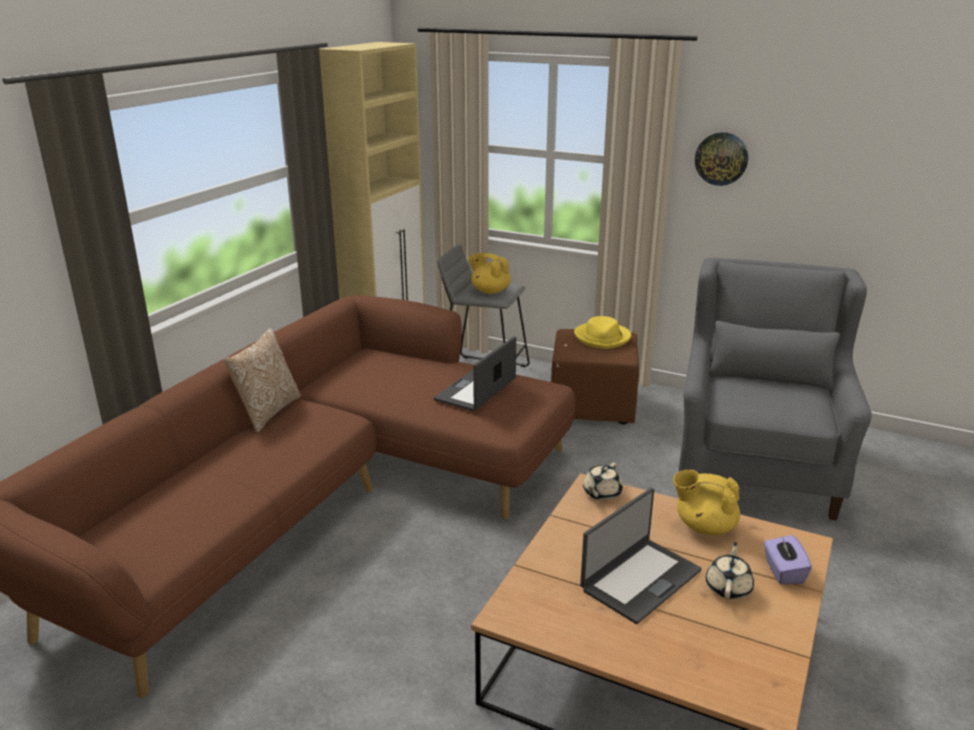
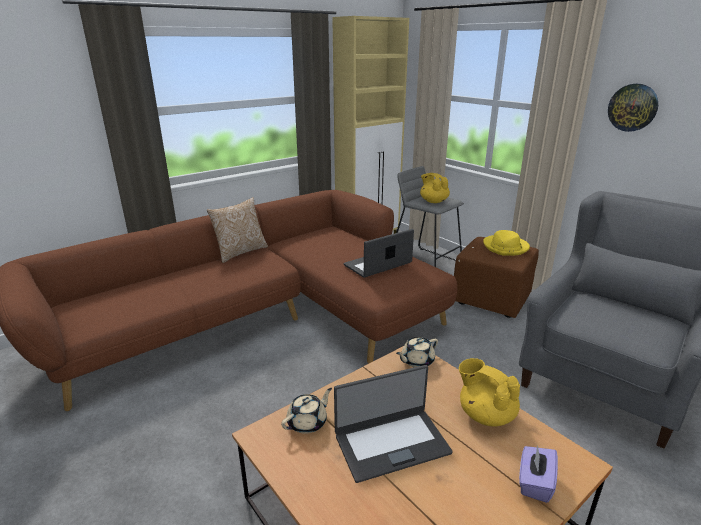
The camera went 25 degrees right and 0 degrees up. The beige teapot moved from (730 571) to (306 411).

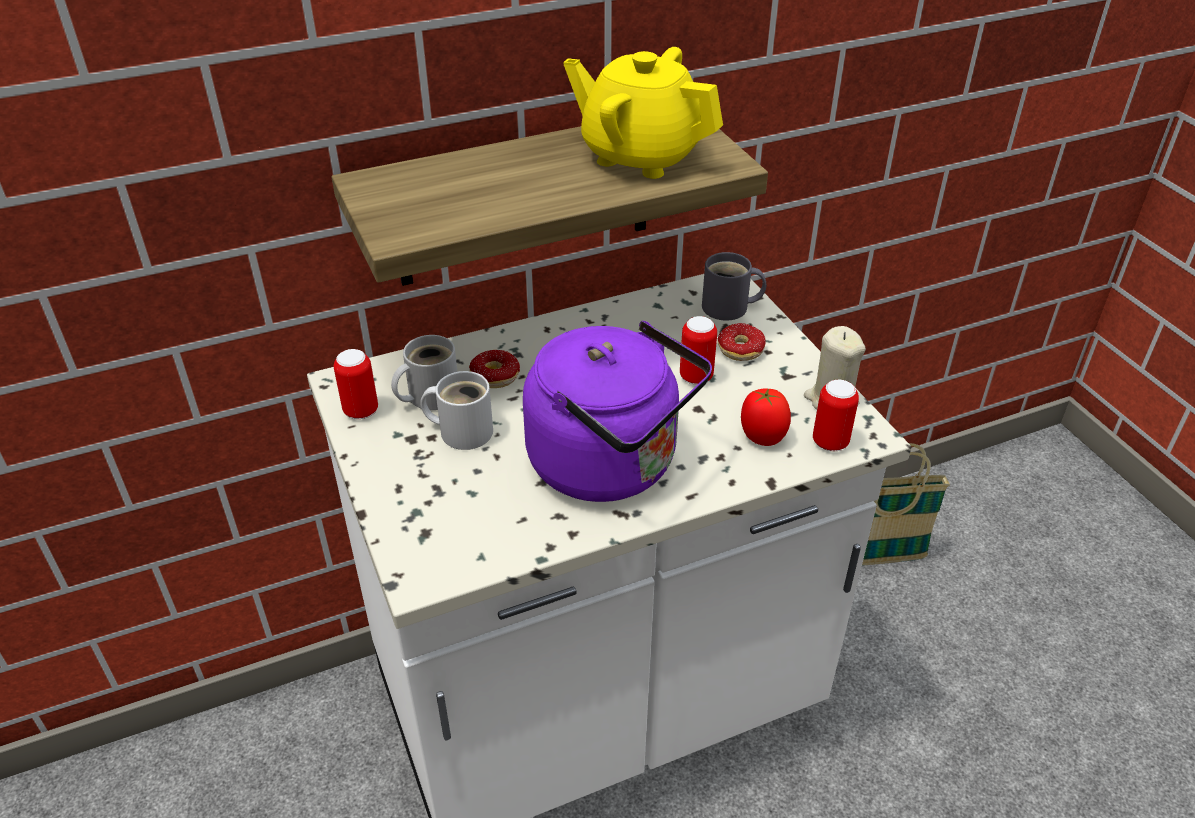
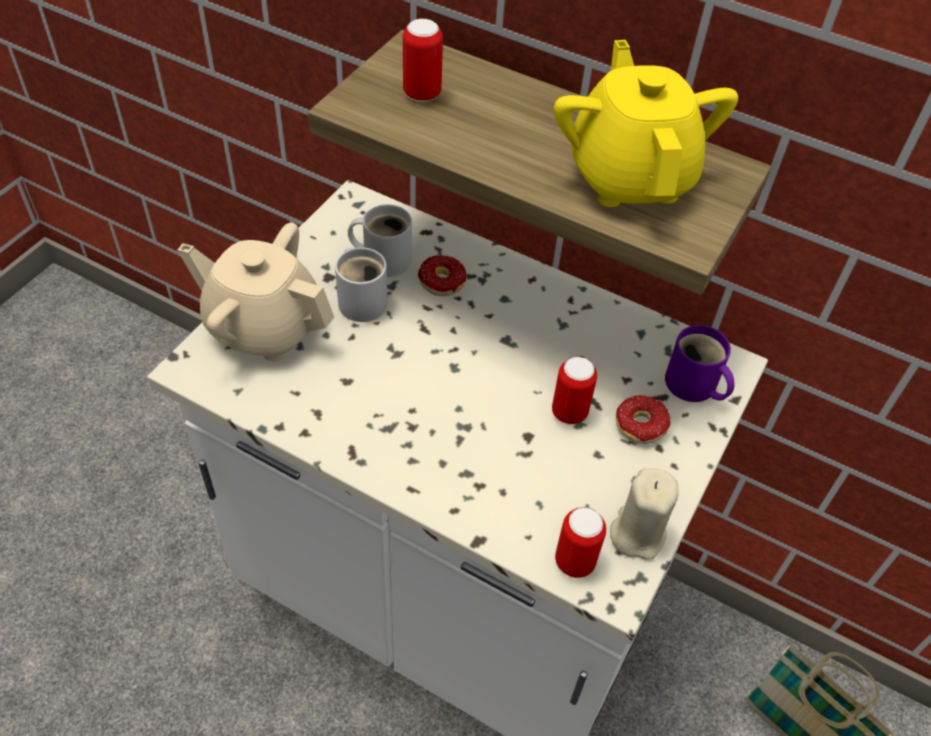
The camera went 50 degrees right and 10 degrees up. The beige teapot at (255 292) appeared. The can moved from (356 384) to (423 60). The grey mug at (734 286) became the purple mug at (700 363). The purple kettle at (617 411) disappeared. The tomato at (766 417) disappeared.

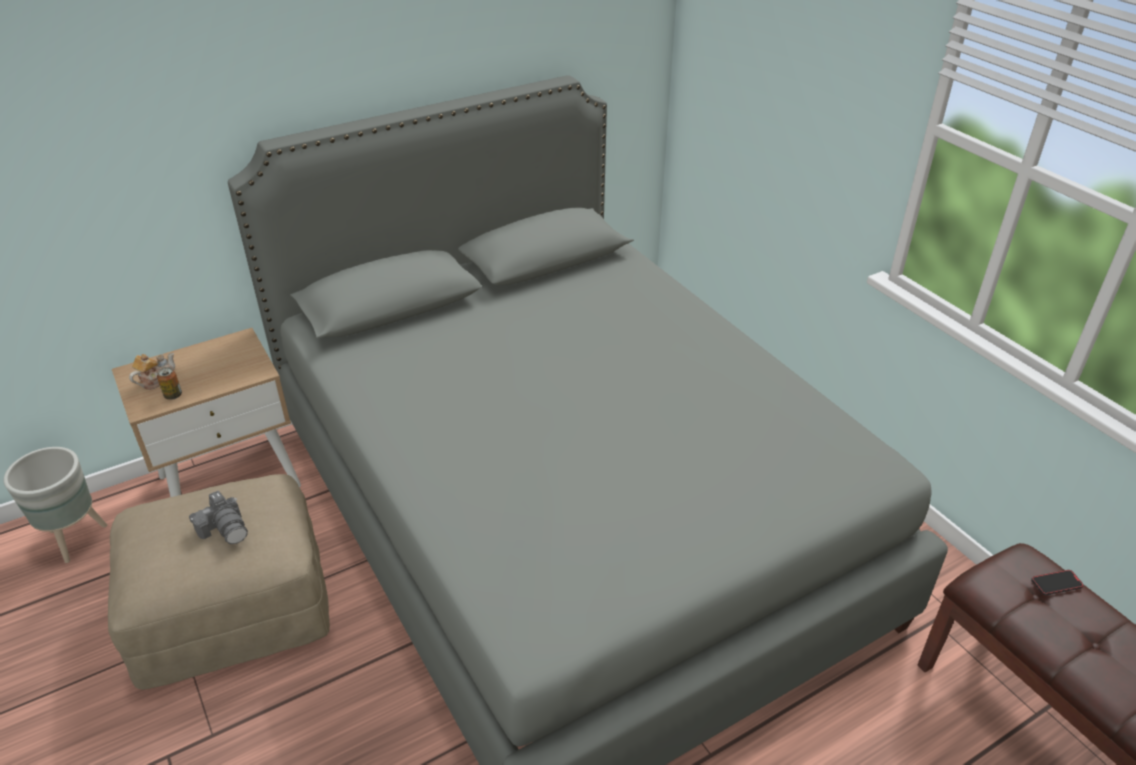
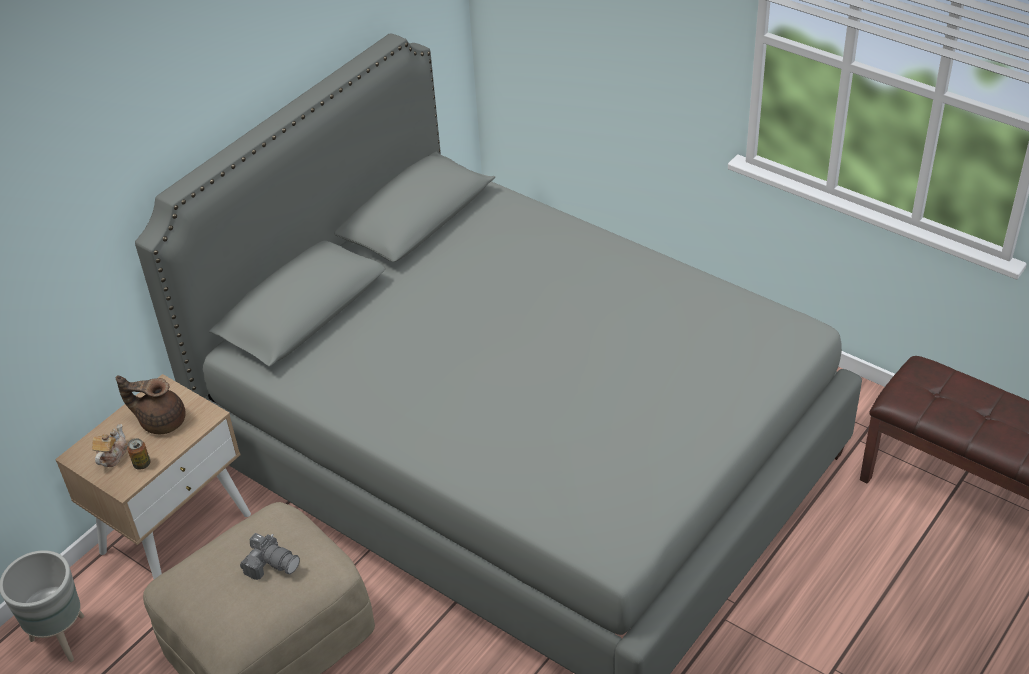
The camera went 20 degrees left and 5 degrees up. The brown teapot at (151 405) appeared. The phone at (1057 583) disappeared.

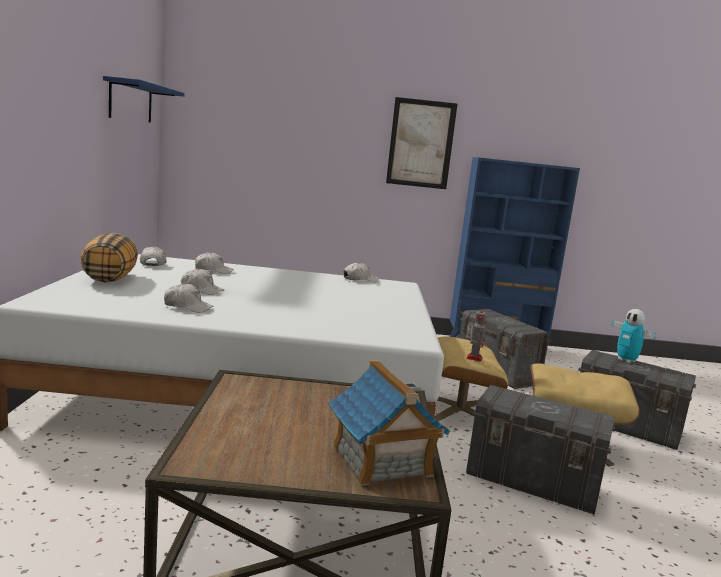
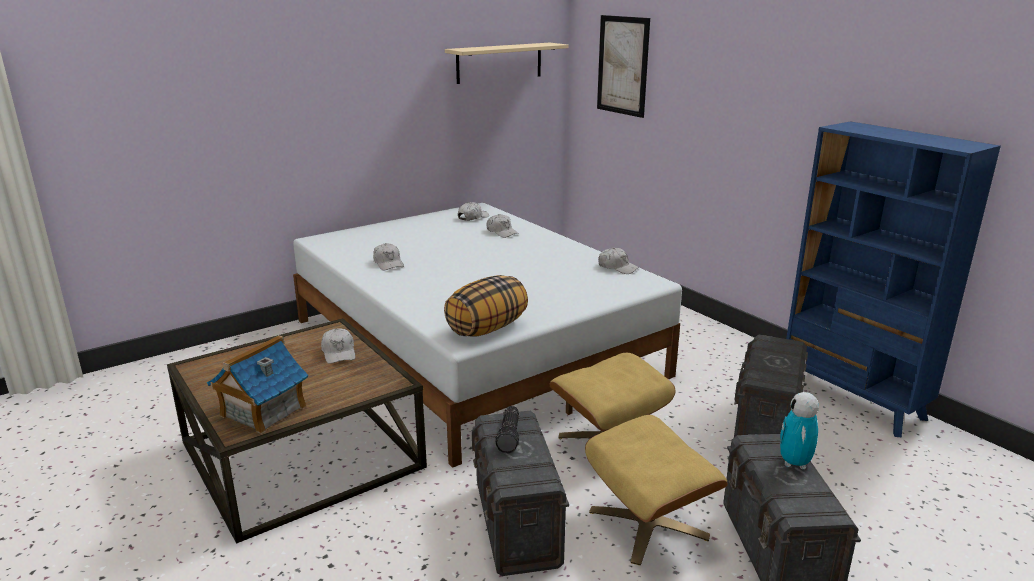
The camera went 55 degrees right and 10 degrees up. The white cap moved from (202 281) to (338 346). The pillow moved from (109 257) to (486 306). The blue shelf at (144 99) became the beige shelf at (506 63). The flashlight at (507 429) appeared. The picture moved from (421 143) to (623 66). The toy robot at (476 334) disappeared.

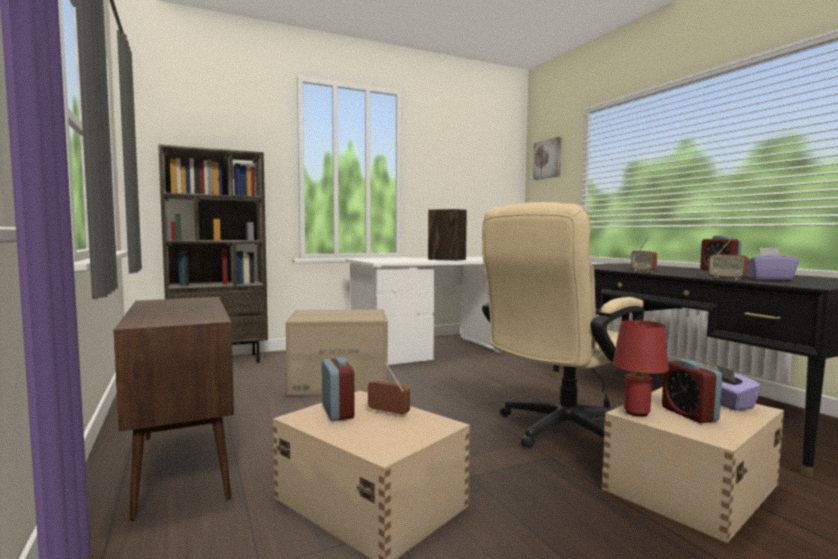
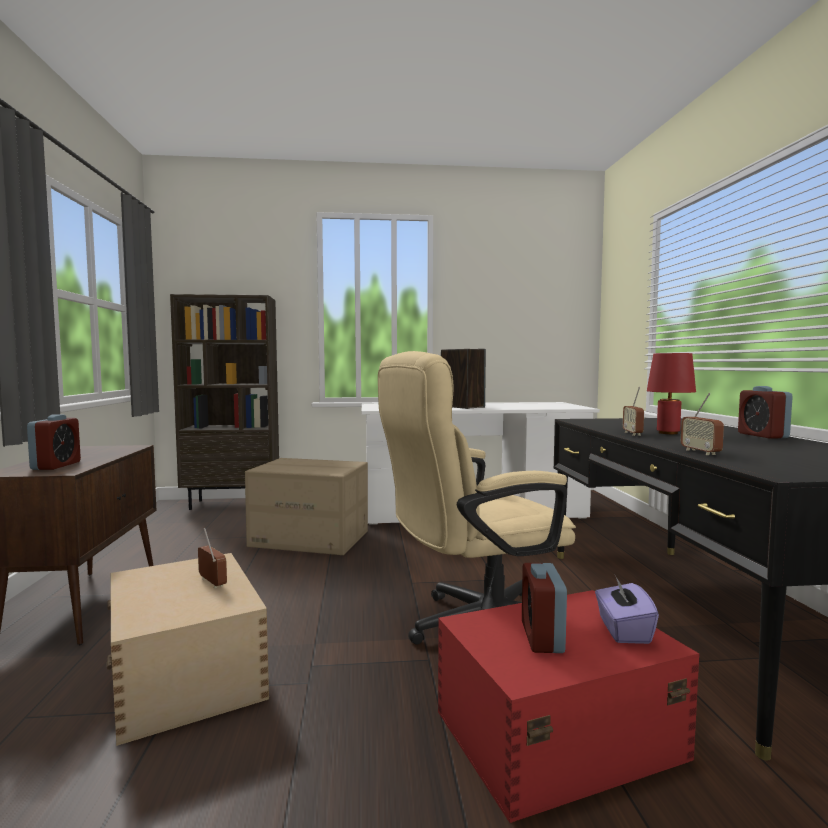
The camera went 20 degrees right and 0 degrees up. The alarm clock moved from (338 389) to (54 442). The beige storage box at (693 465) became the red storage box at (569 706). The red table lamp moved from (641 368) to (671 393). The picture at (547 158) disappeared. The purple tissue box at (773 263) disappeared.

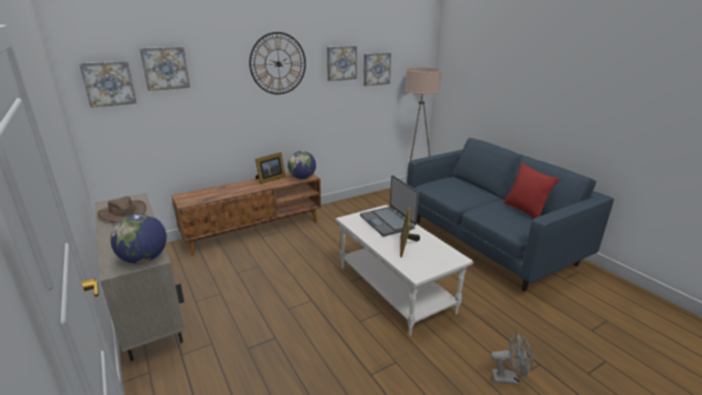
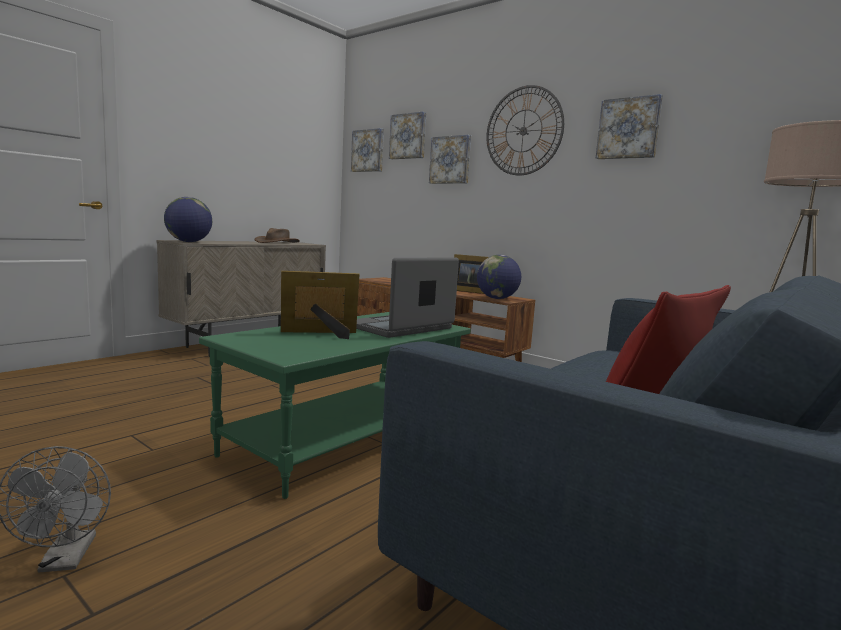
The camera went 70 degrees right and 15 degrees down. The white coffee table at (405 270) became the green coffee table at (335 405). The picture moved from (377 69) to (450 159).

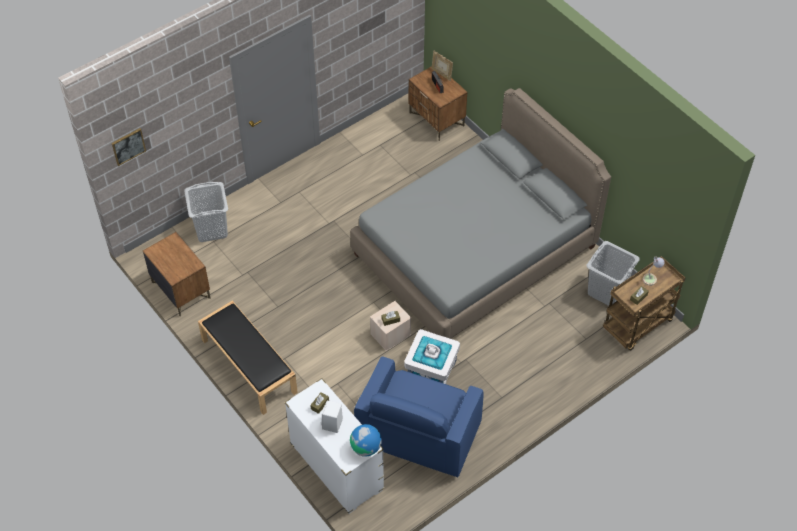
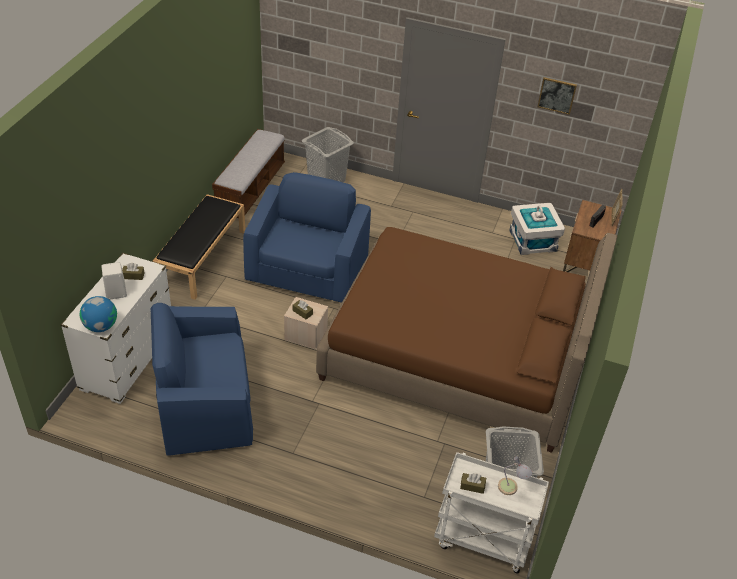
The camera went 55 degrees right and 10 degrees down. The brown nightstand at (176 274) was replaced by the bench at (248 173). The blue armchair at (307 237) appeared. The grey bed at (480 213) became the brown bed at (466 340). The brown cart at (644 303) became the white cart at (491 512). The white storage box moved from (432 356) to (537 229). The picture moved from (129 147) to (557 96).

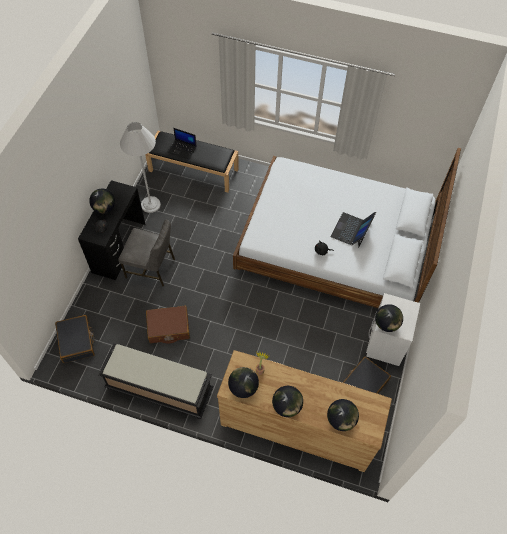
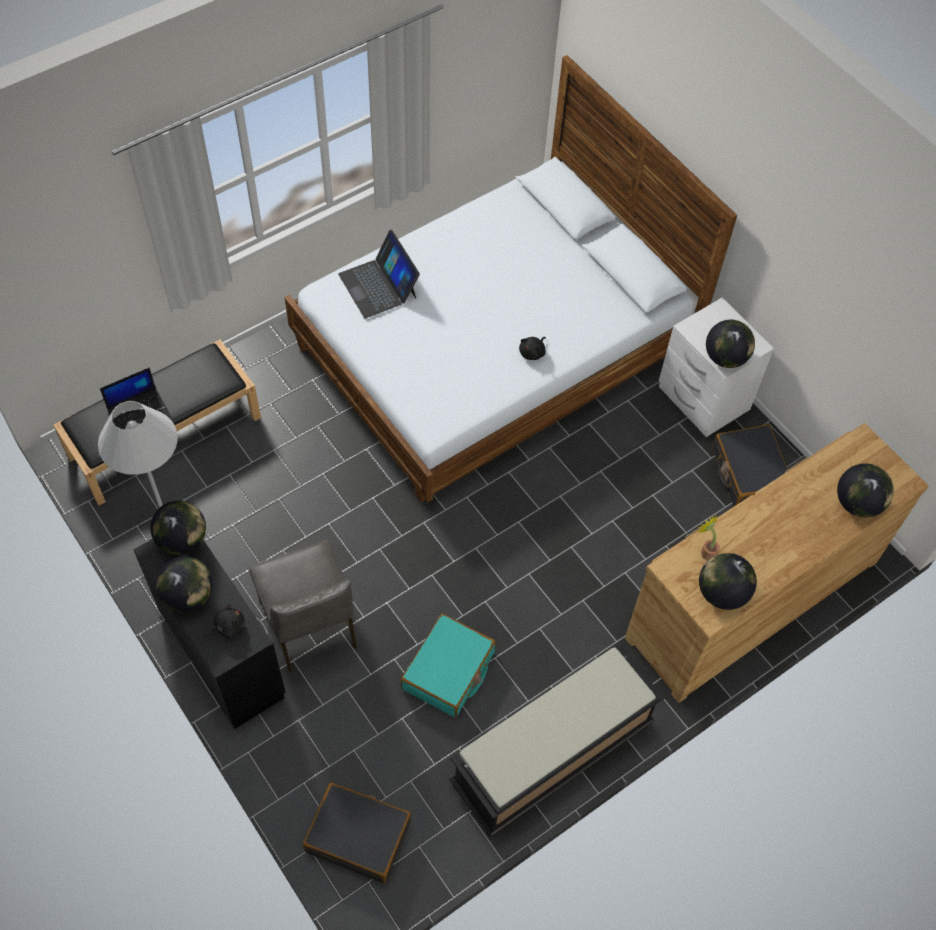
The camera went 55 degrees left and 0 degrees up. The globe moved from (287 401) to (178 527). The grey chair at (146 253) turned 105 degrees clockwise. The laptop moved from (353 230) to (379 274). The brown suitcase at (168 324) became the turquoise suitcase at (448 665).

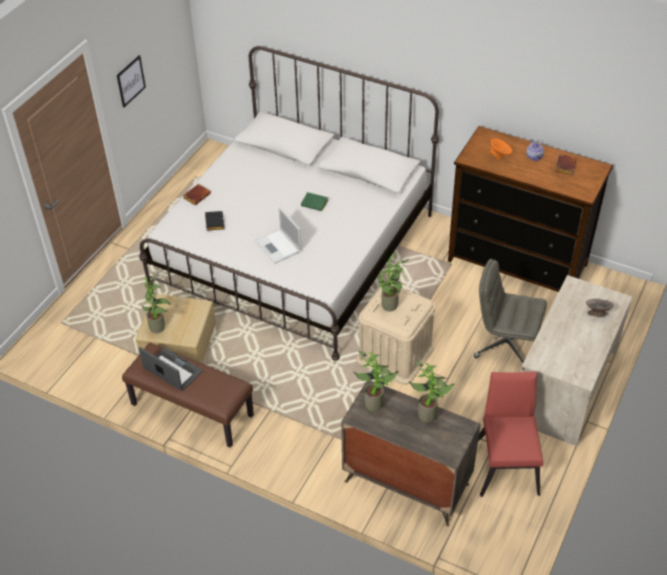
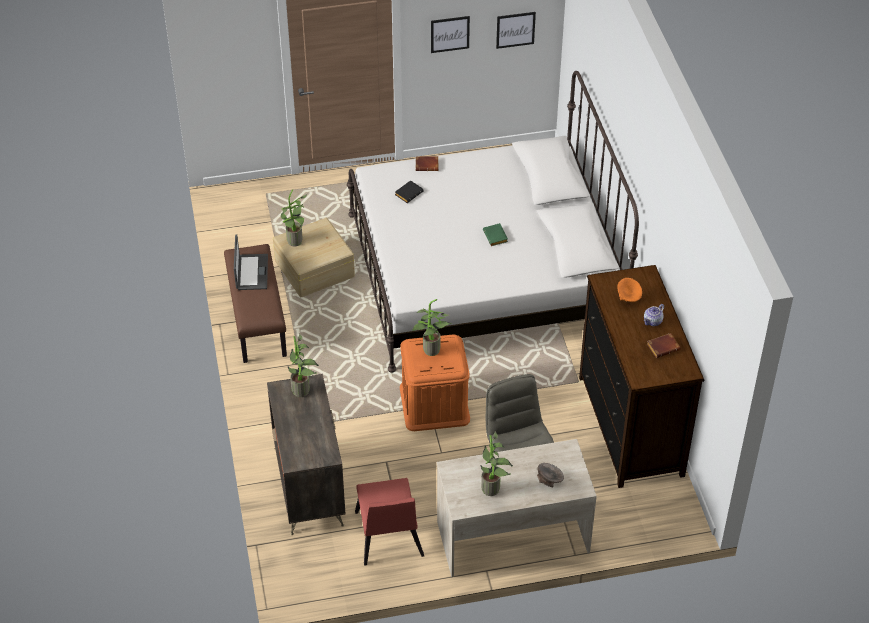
The camera went 50 degrees right and 0 degrees up. The red chair at (511 434) turned 120 degrees clockwise. The beige storage box at (396 334) became the orange storage box at (435 383). The potted plant moved from (432 391) to (496 463). The picture at (516 30) appeared. The laptop at (278 235) disappeared.

